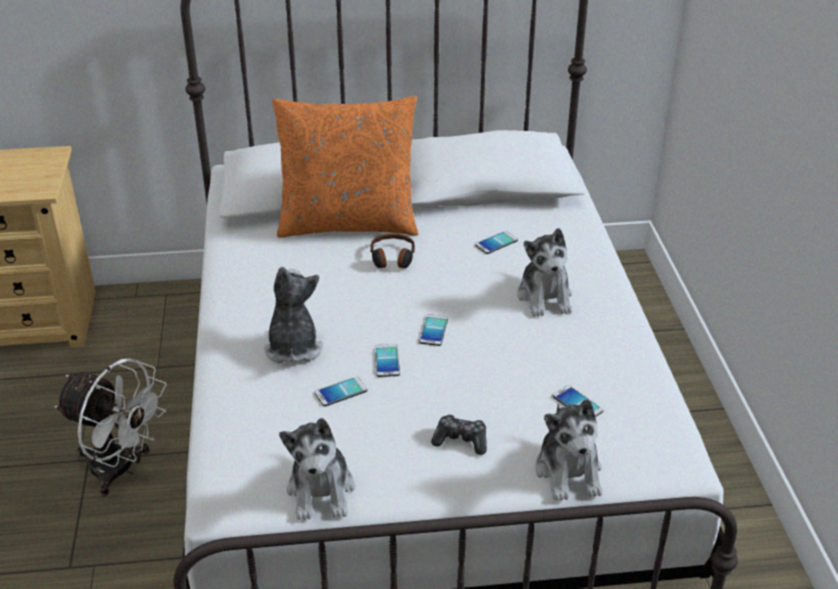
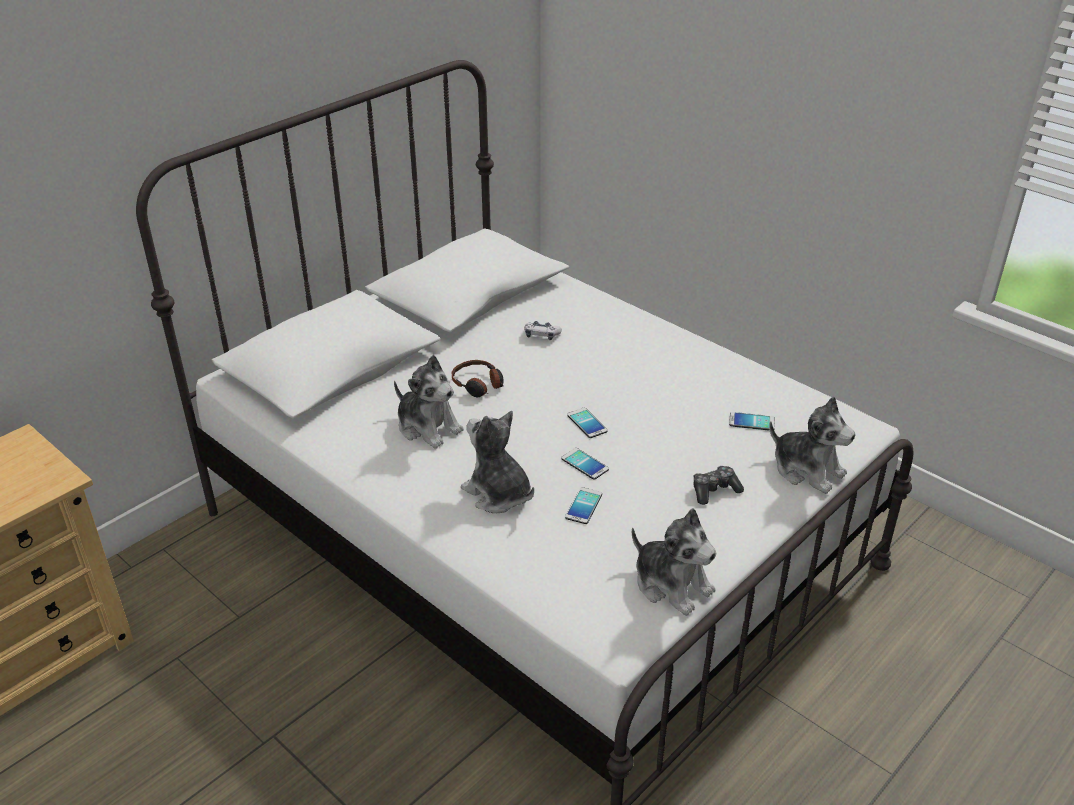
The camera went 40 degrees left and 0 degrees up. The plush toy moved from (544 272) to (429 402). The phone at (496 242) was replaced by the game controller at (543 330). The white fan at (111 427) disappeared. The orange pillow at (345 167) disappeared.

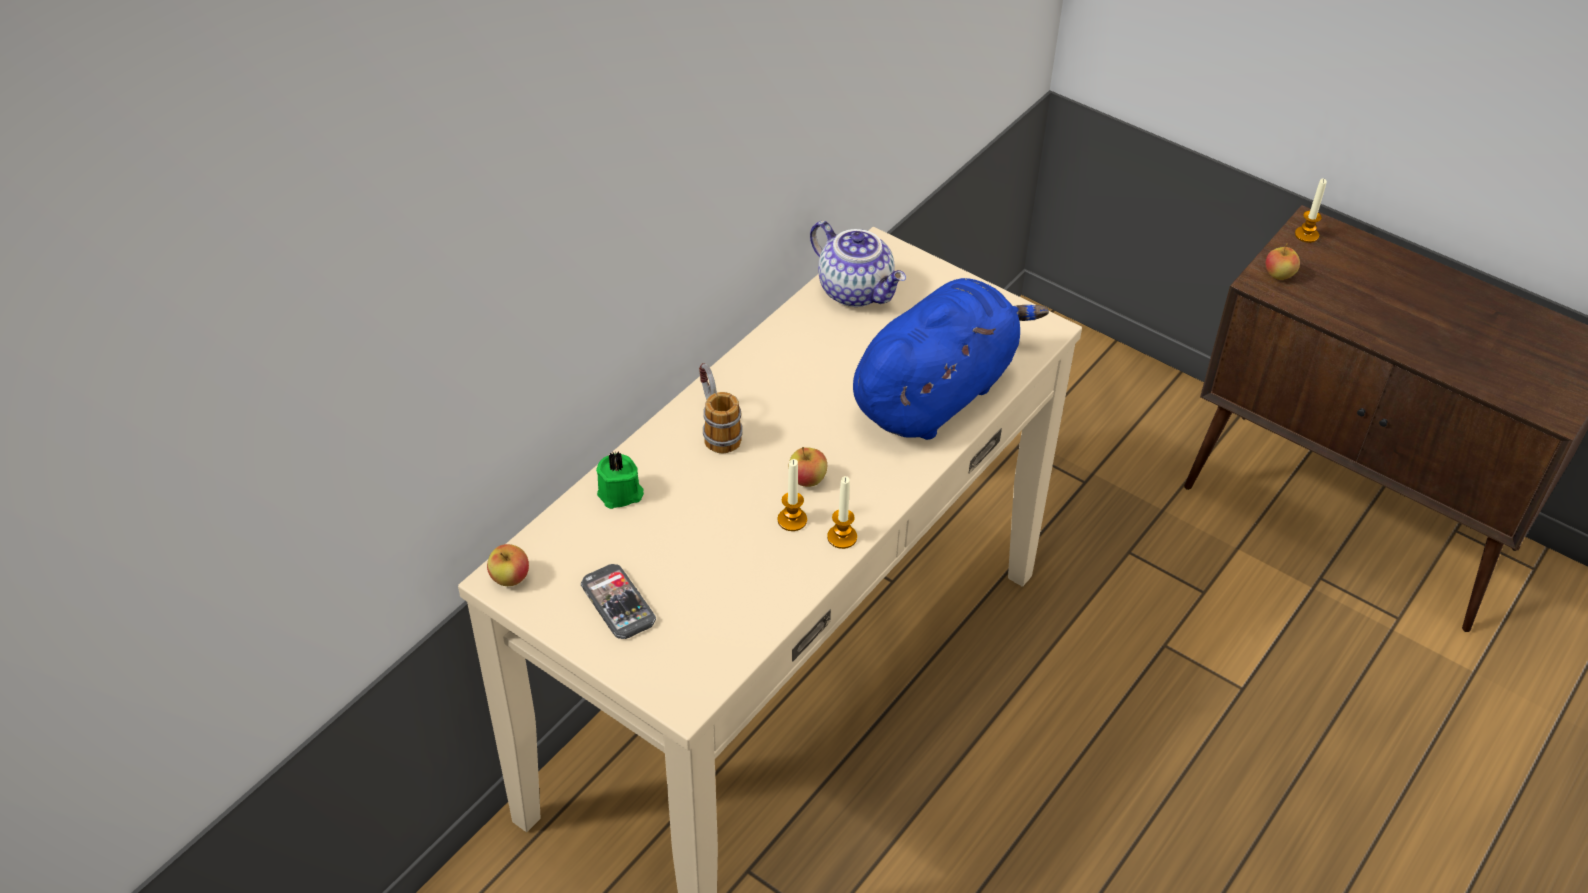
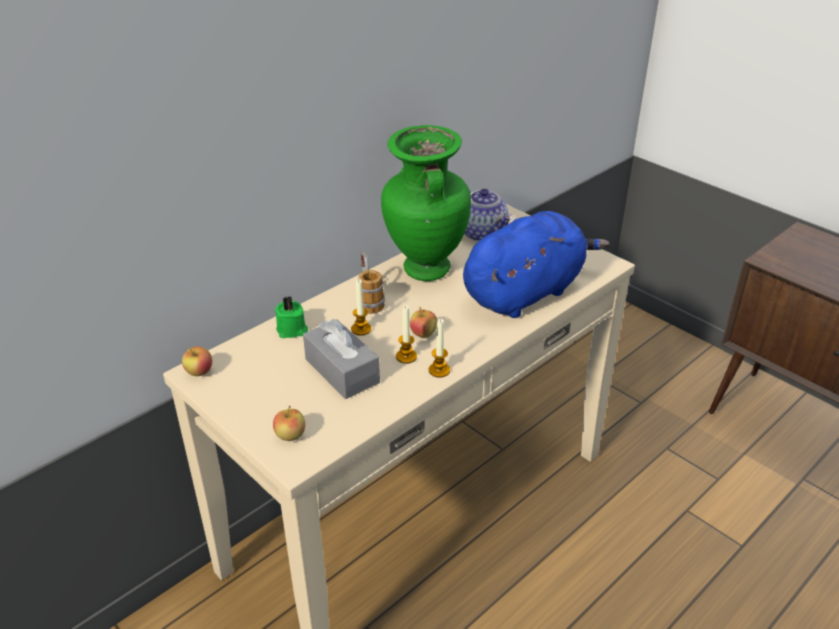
The camera went 10 degrees right and 10 degrees down. The apple moved from (1283 261) to (289 423). The grey tissue box at (341 359) appeared. The candle moved from (1311 211) to (361 307). The green vase at (426 203) appeared. The phone at (618 601) disappeared.

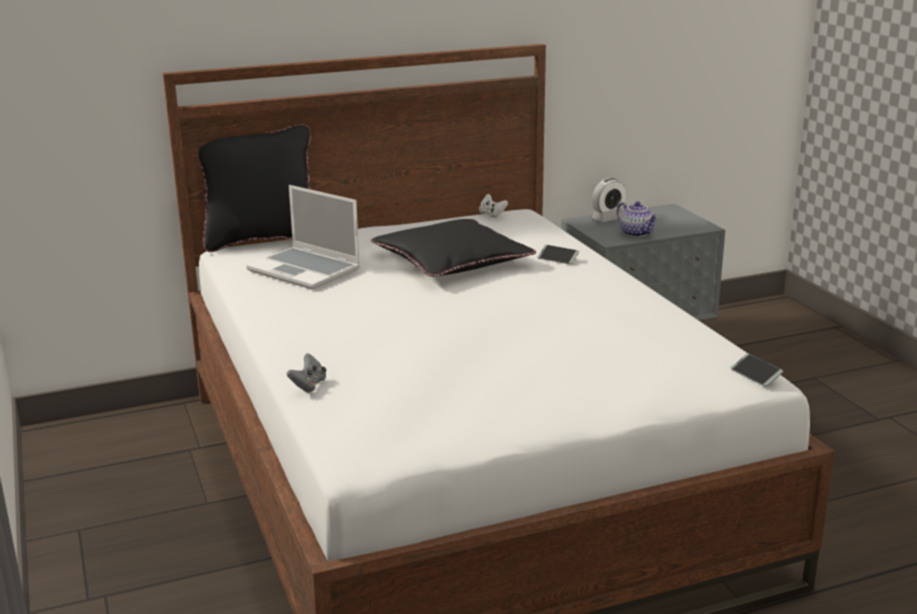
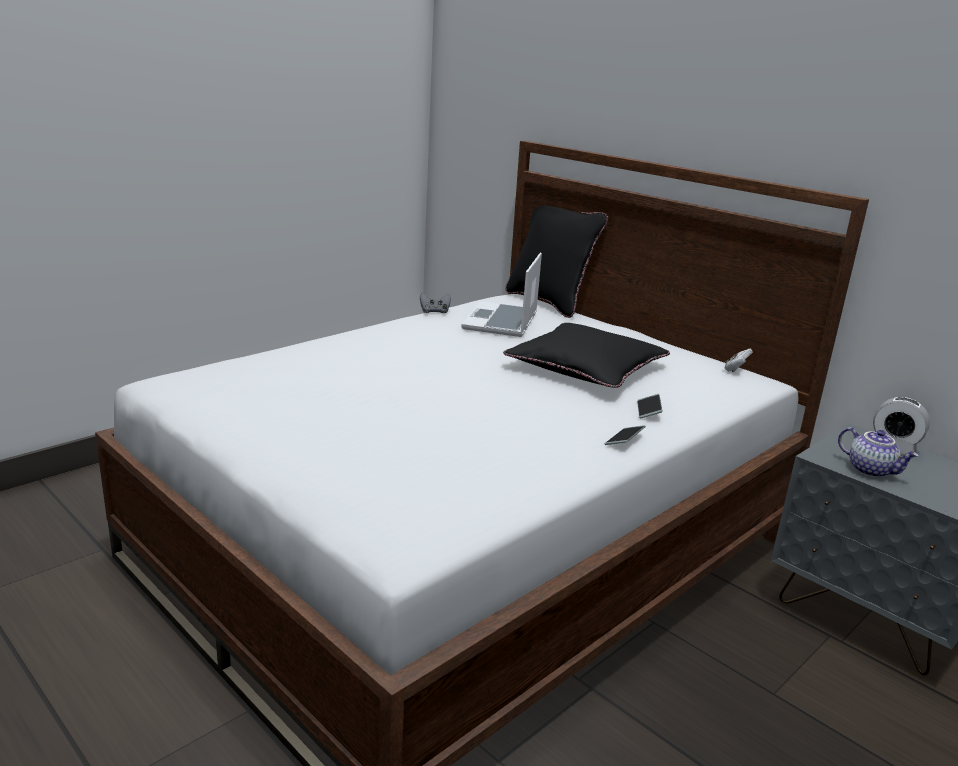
The camera went 65 degrees right and 0 degrees up. The grey game controller moved from (306 372) to (435 303). The phone moved from (757 370) to (625 435). The teapot at (637 219) turned 75 degrees counterclockwise.

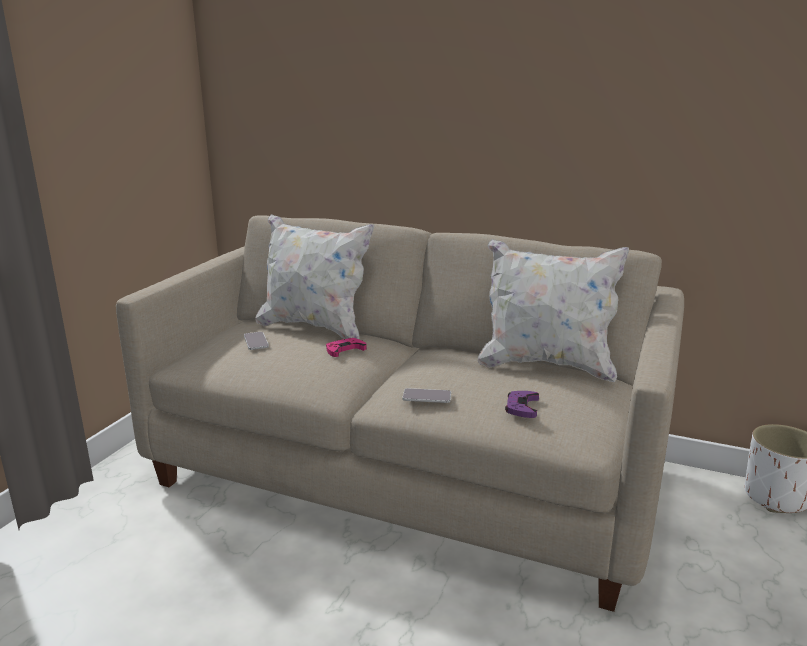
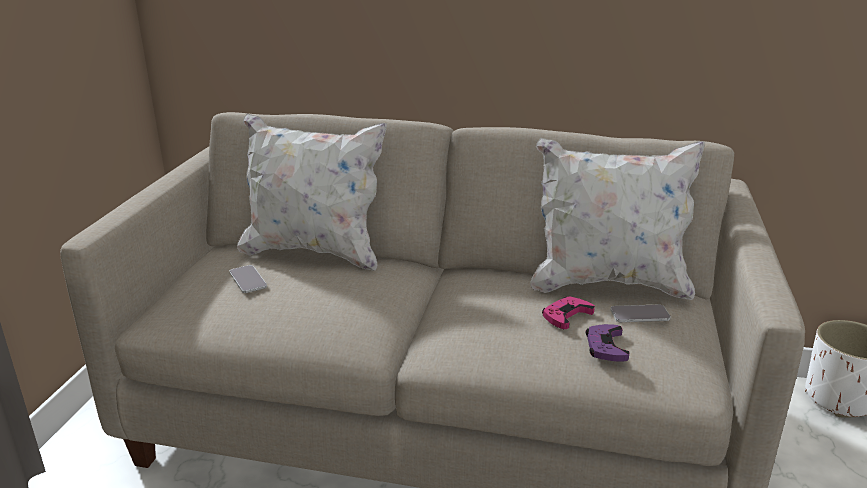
The camera went 10 degrees left and 5 degrees up. The pink game controller moved from (346 347) to (568 312). The phone moved from (427 395) to (640 313).

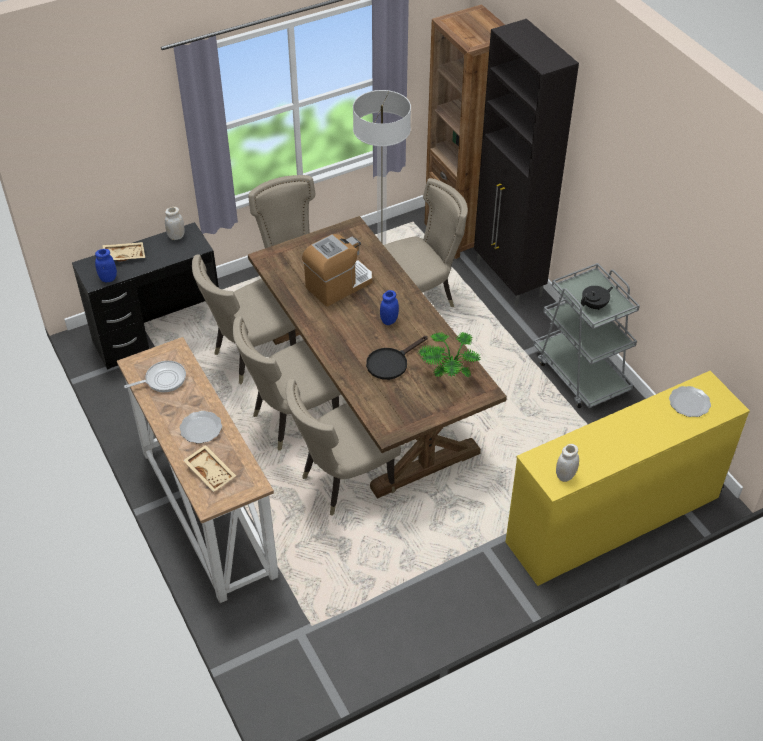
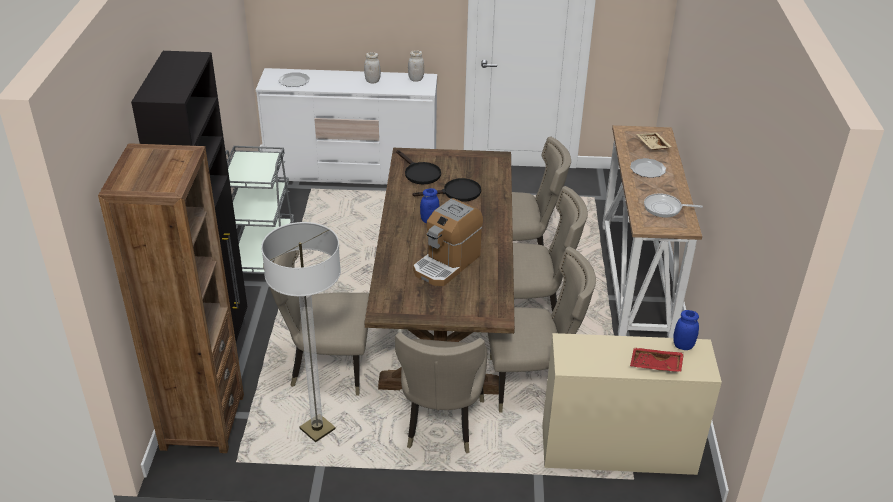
The camera went 150 degrees left and 10 degrees down. The yellow dresser at (627 478) became the white dresser at (346 126). The white jar moved from (175 223) to (372 67). The potted plant at (450 355) was replaced by the black frying pan at (418 167). The coffee machine at (337 270) turned 45 degrees counterclockwise. The black desk at (145 296) became the beige desk at (632 404). The beige tray at (123 251) became the red tray at (657 360). The black teapot at (597 298) disappeared.

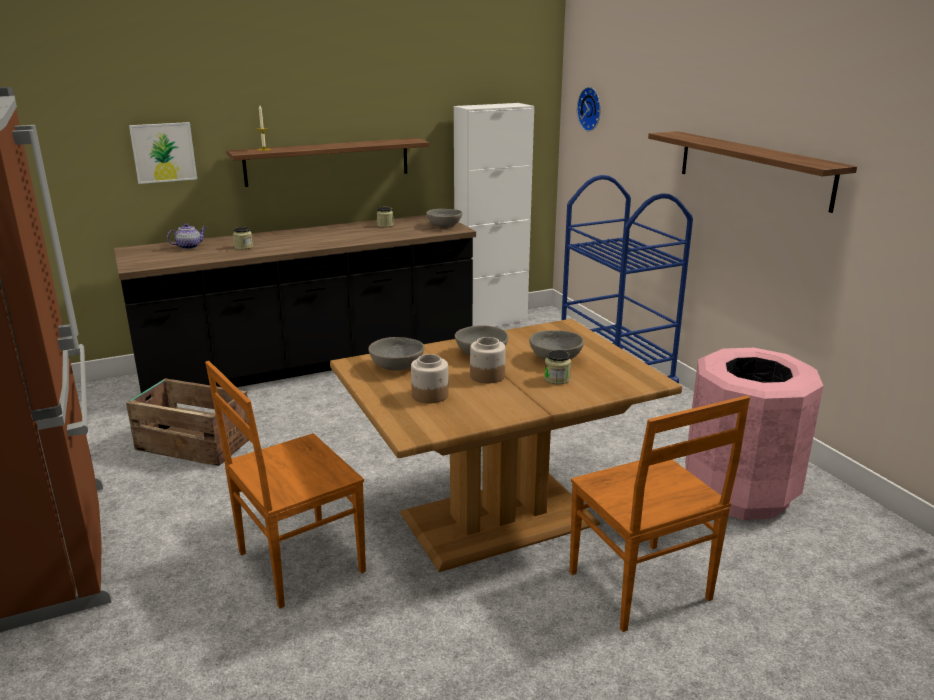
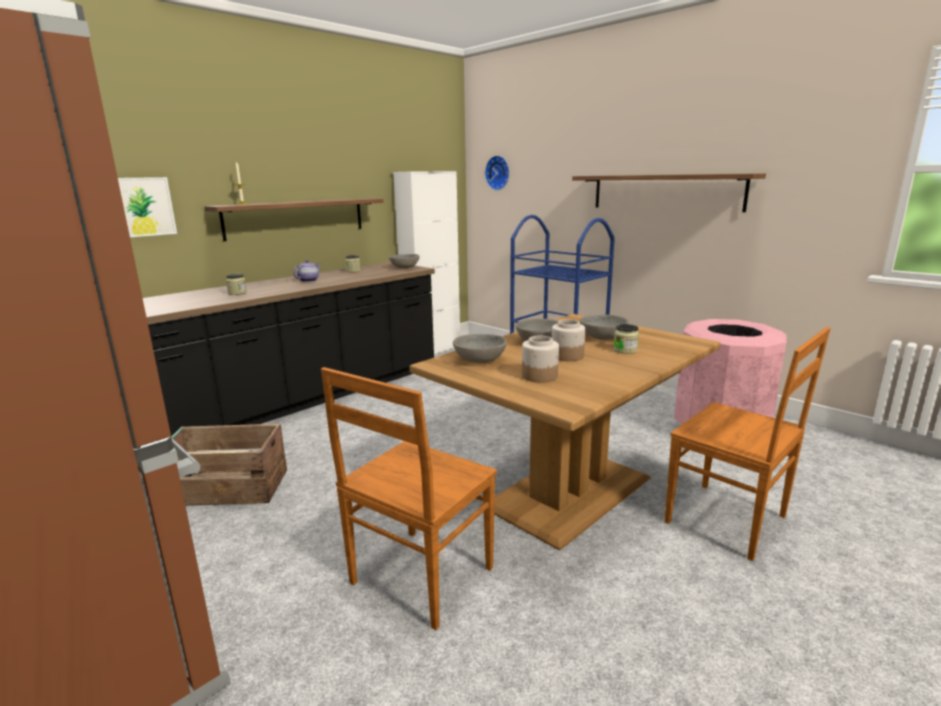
The camera went 20 degrees left and 5 degrees down. The teapot moved from (186 236) to (307 271).

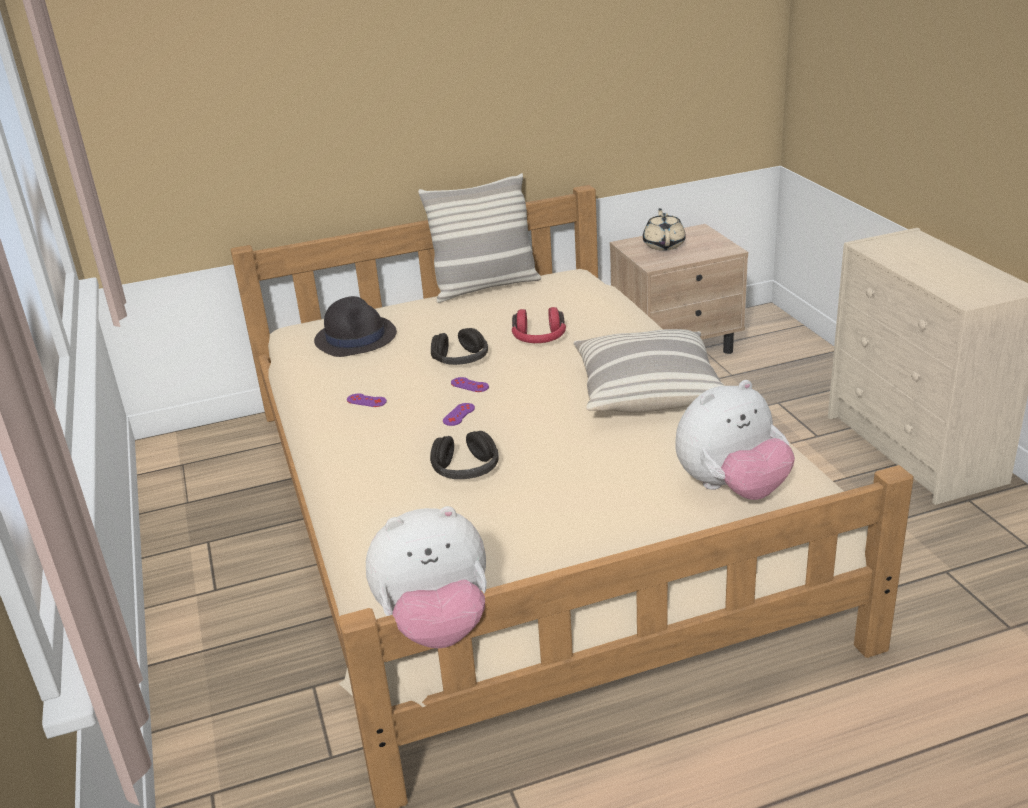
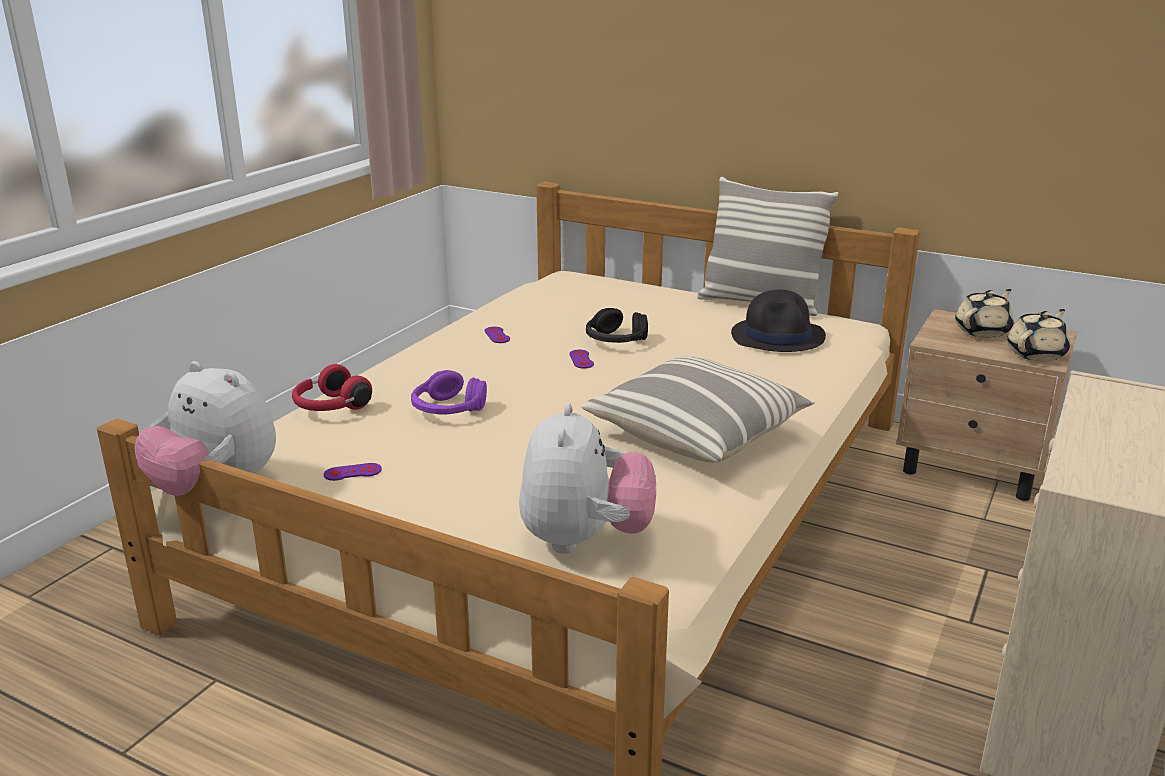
The camera went 45 degrees right and 5 degrees down. The red headphones moved from (539 325) to (332 387). The purple game controller moved from (459 414) to (353 472). The black headphones at (464 455) became the purple headphones at (449 392). The plush toy at (735 440) turned 105 degrees counterclockwise. The black hat moved from (355 326) to (778 320). The beige teapot at (1038 335) appeared.

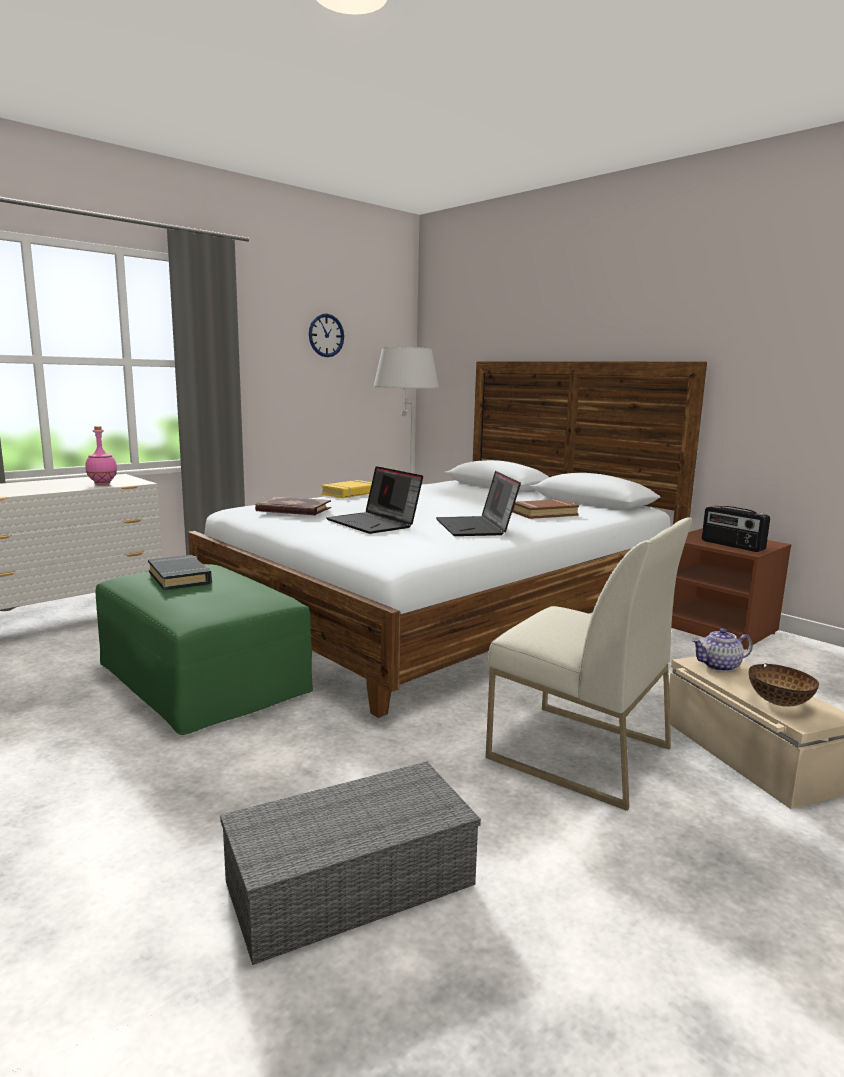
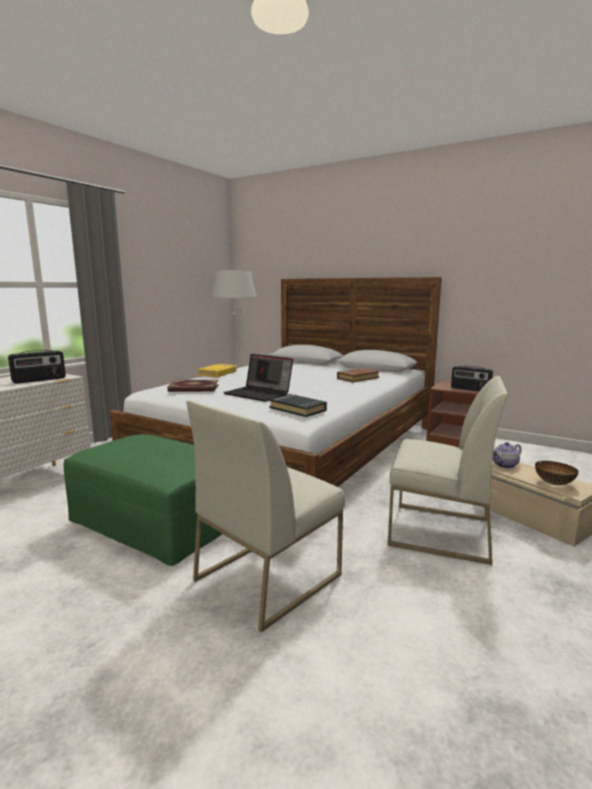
The camera went 15 degrees left and 0 degrees up. The pink bottle at (101 455) was replaced by the radio at (37 367). The white chair at (265 516) appeared. The black book moved from (180 572) to (298 405). The grey storage box at (350 863) disappeared. The wall clock at (326 335) disappeared. The laptop at (478 503) disappeared.

